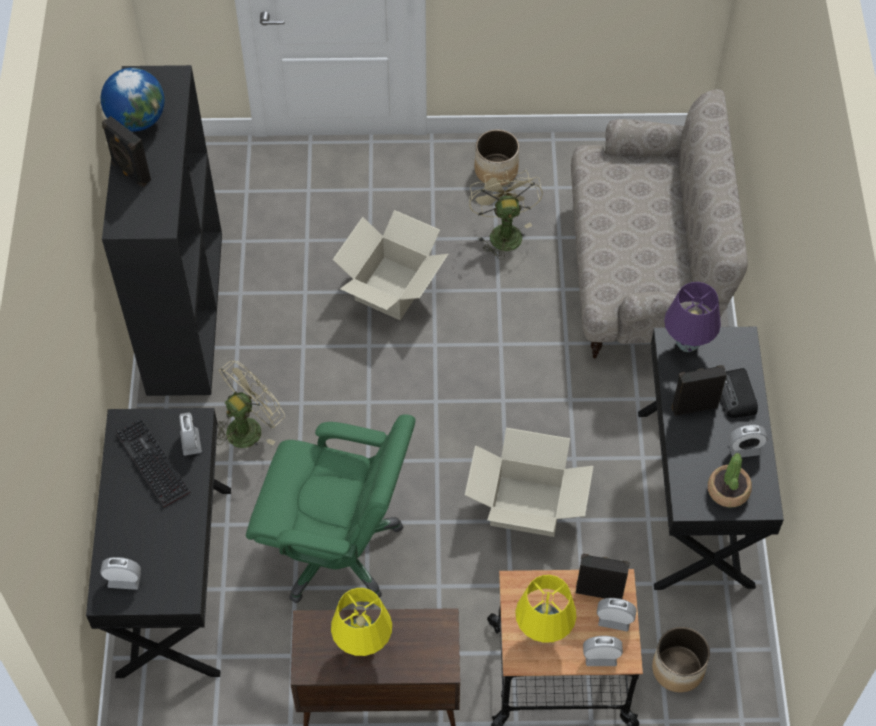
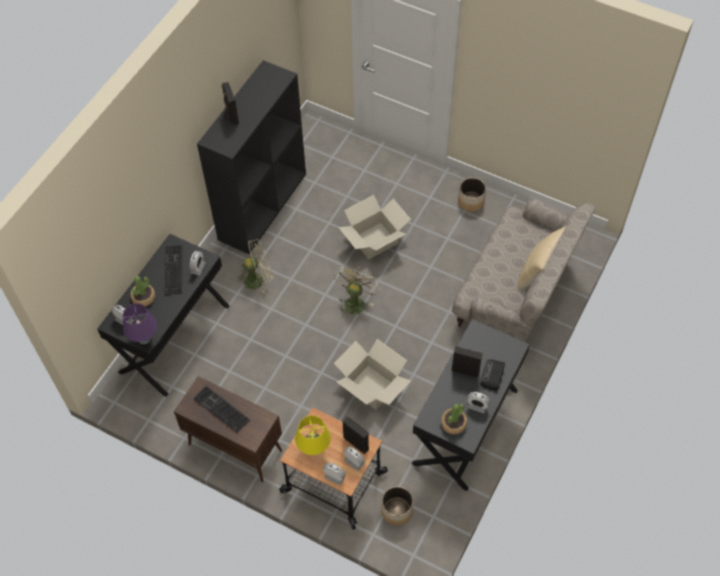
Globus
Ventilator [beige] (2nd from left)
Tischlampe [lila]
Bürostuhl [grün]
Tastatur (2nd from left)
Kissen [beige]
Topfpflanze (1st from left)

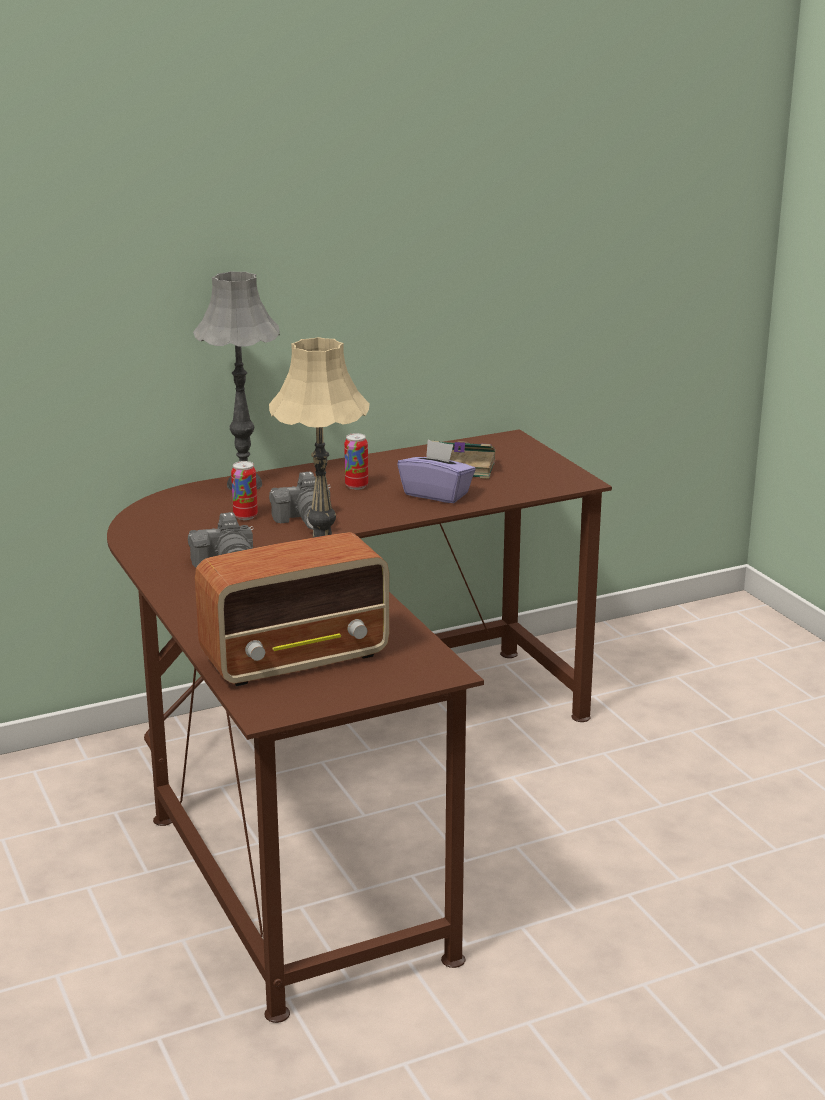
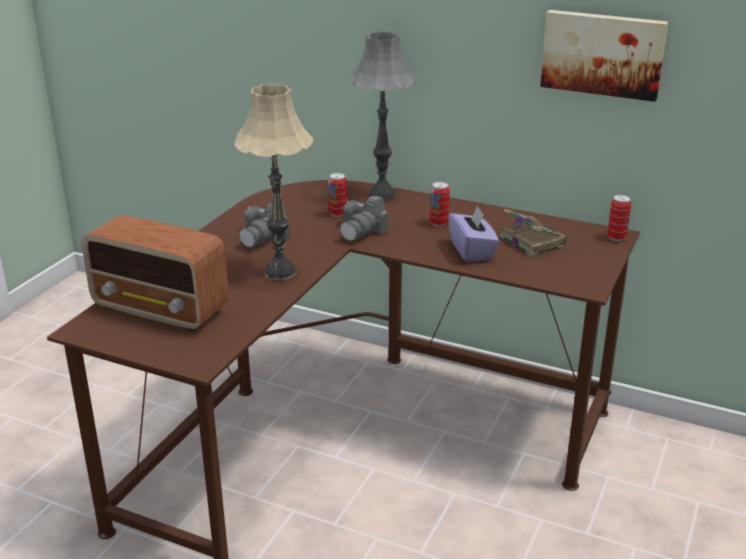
Bild
Dose (3rd from left)

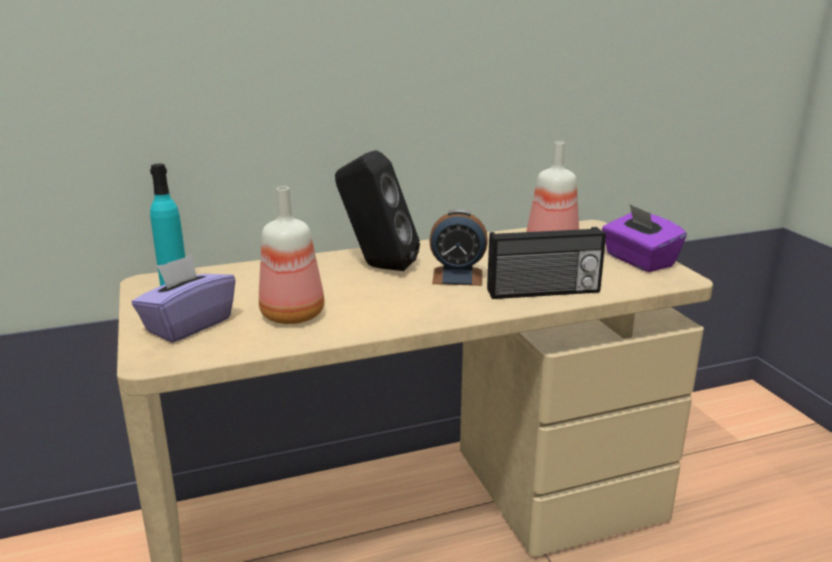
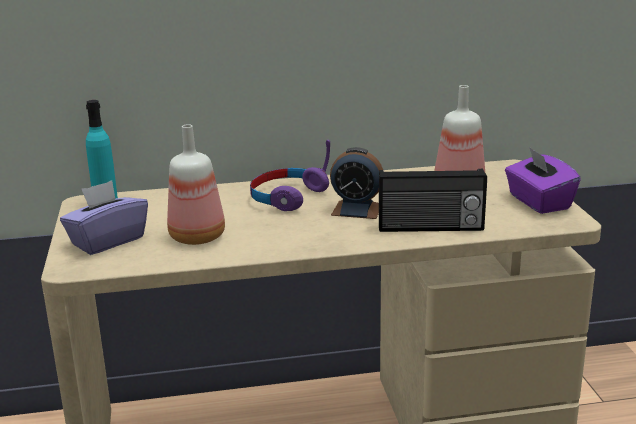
Kopfhörer [lila]

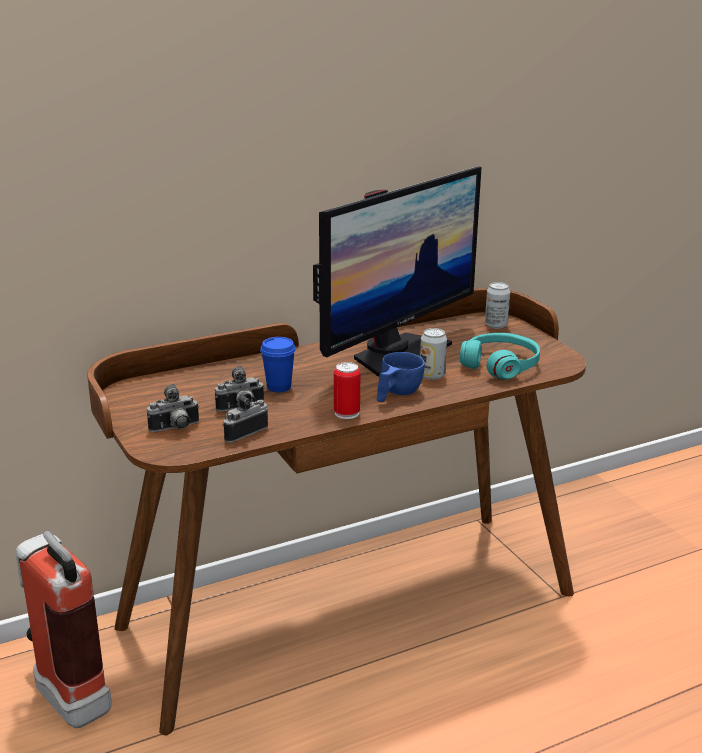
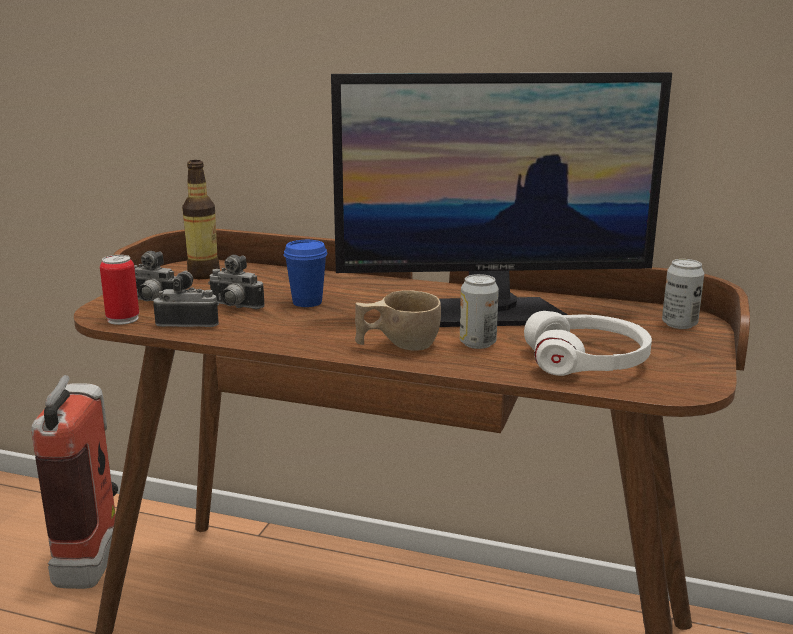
Kopfhörer [weiß]
Tasse [beige]
Dose (1st from left)
Flasche

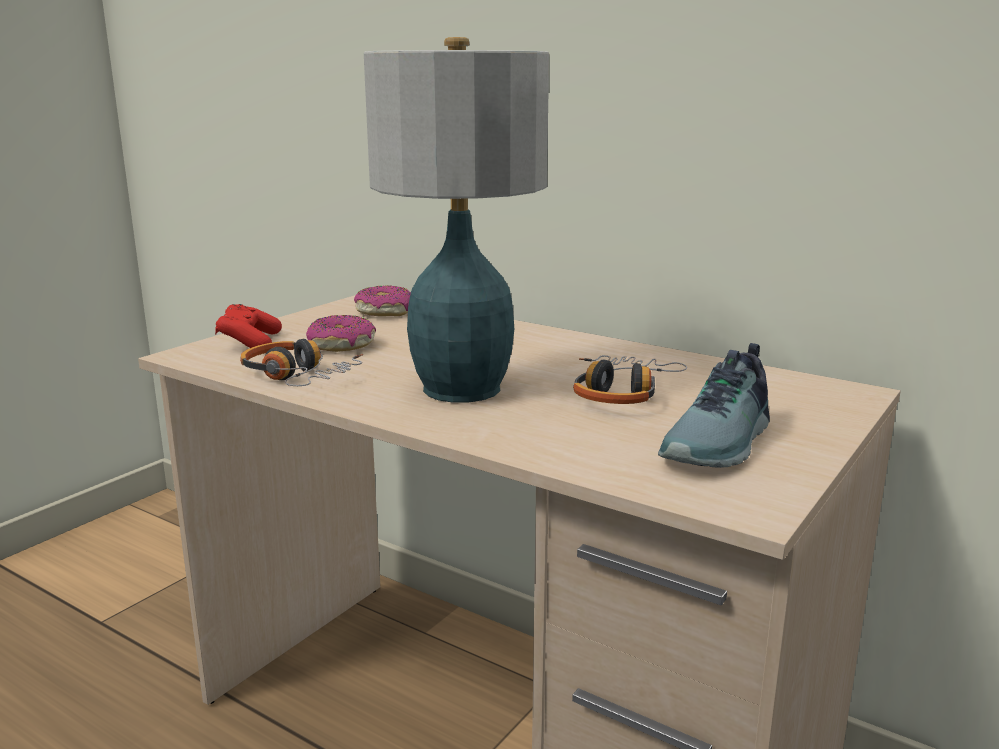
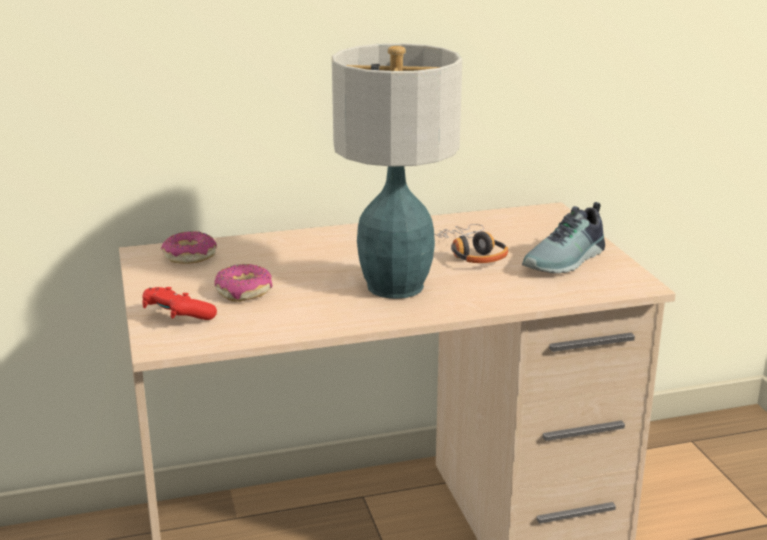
Kopfhörer (1st from left in the first image)
Schuh

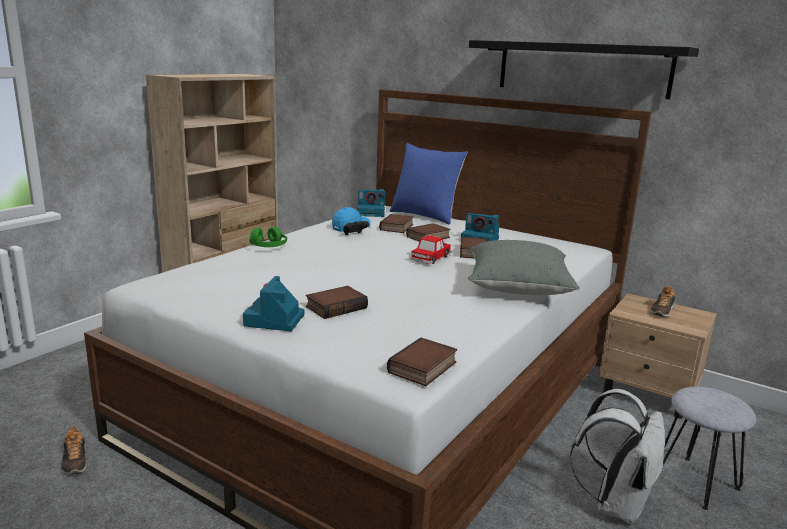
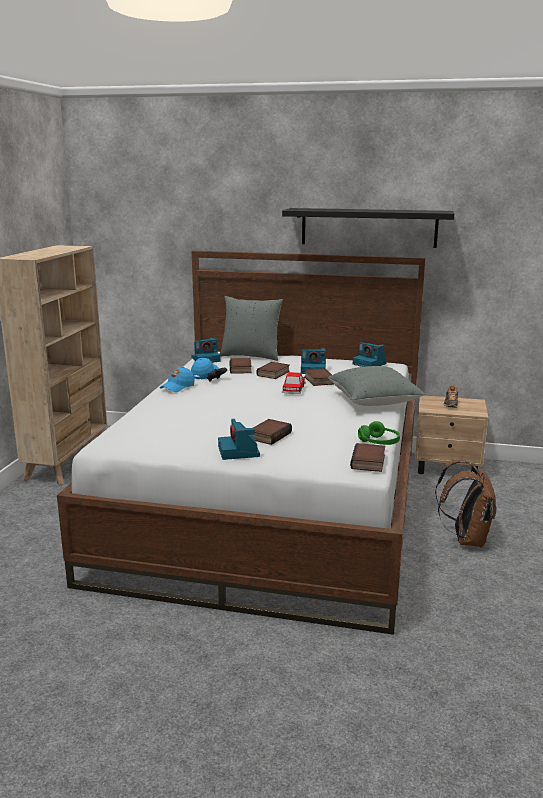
Kissen [grau] (1st from left)
Kopfhörer [grün]
Hocker [grau]
Rucksack [braun]
Schuh (1st from left in the first image)
Kamera (4th from left)
Kappe [blau] (1st from left)

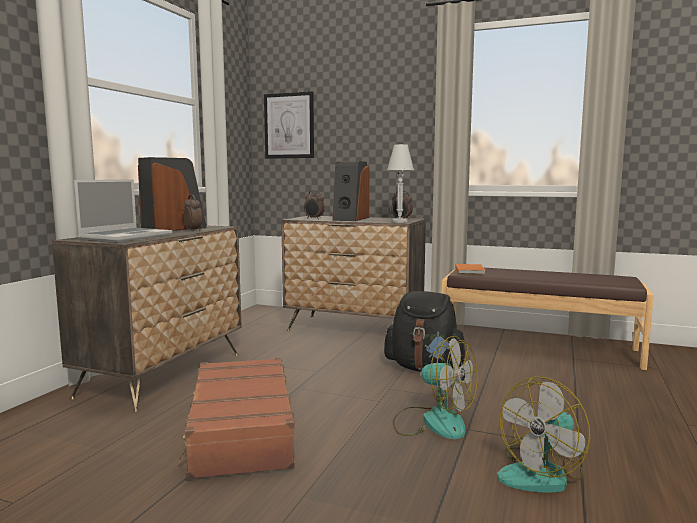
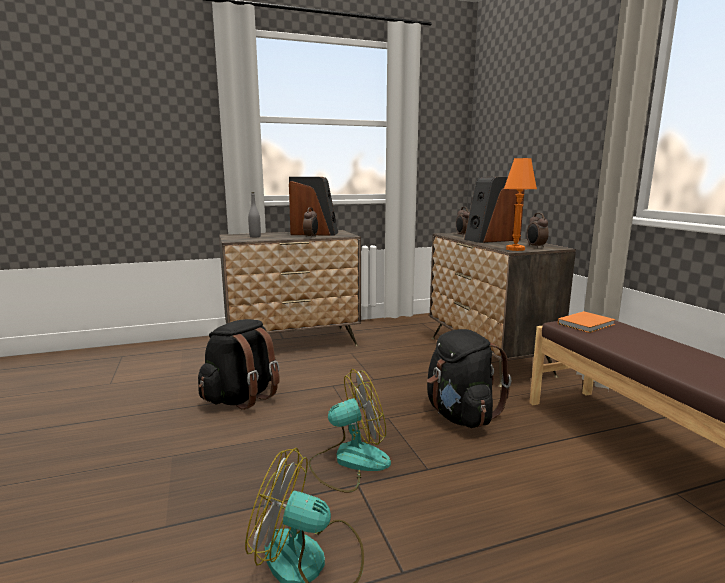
Bild
Tischlampe [orange]
Flasche [grau]
Ventilator (2nd from left)
Rucksack [schwarz] (1st from left)

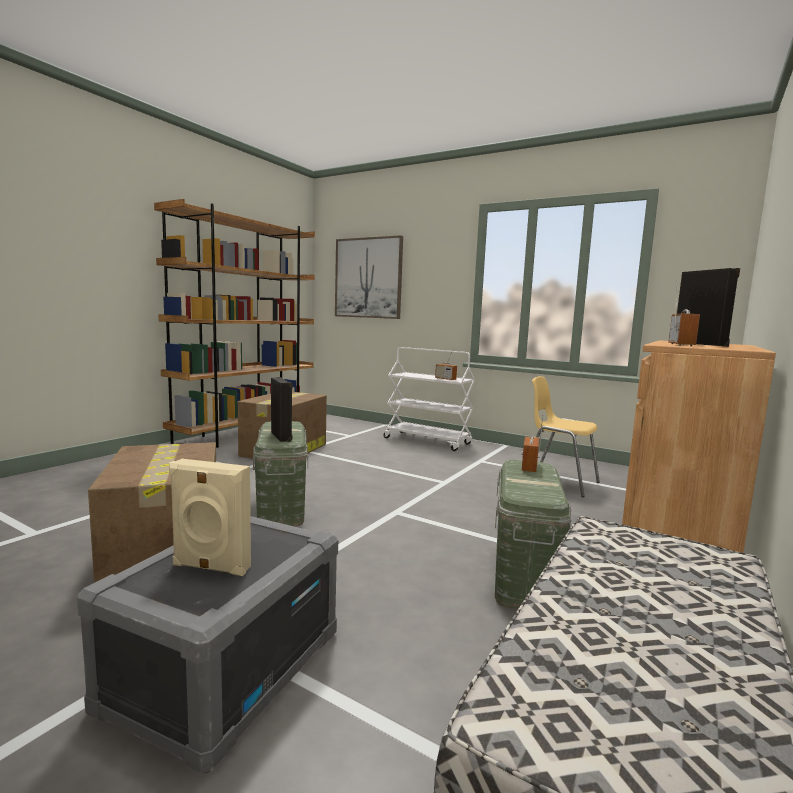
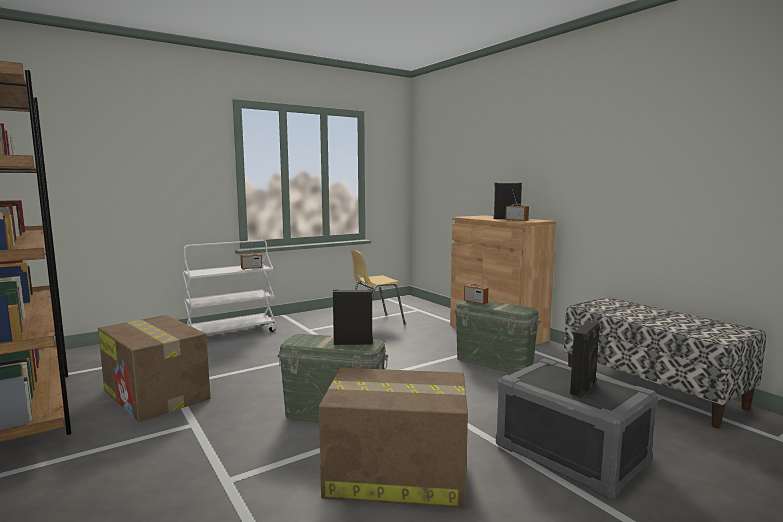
Bild
Lautsprecher [schwarz] (3rd from left)

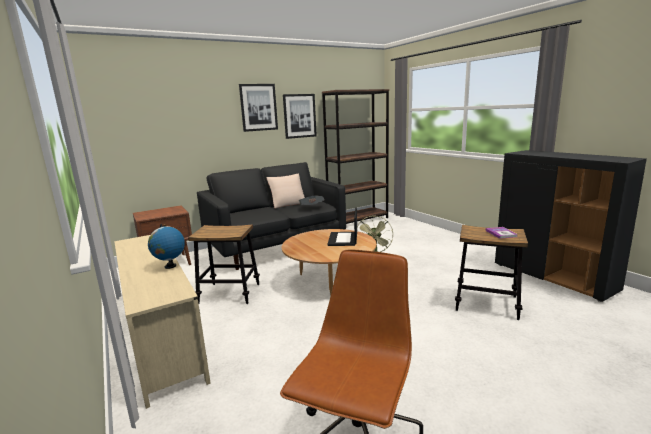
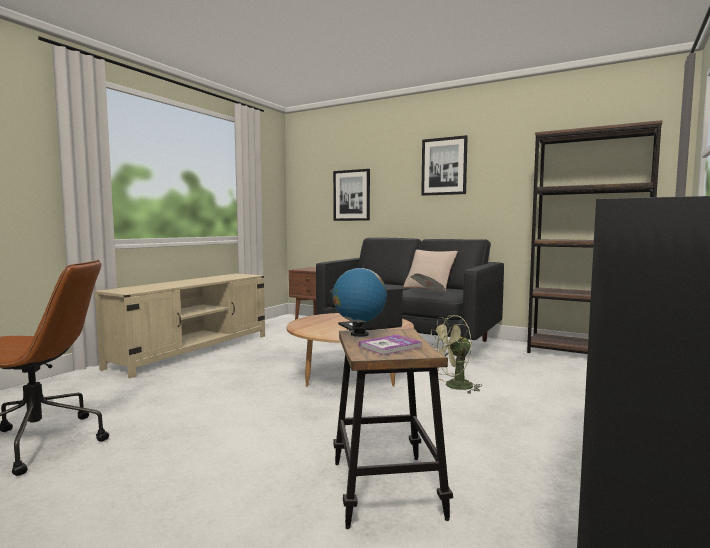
Bild (1st from left)
Globus
Hocker (1st from left in the first image)

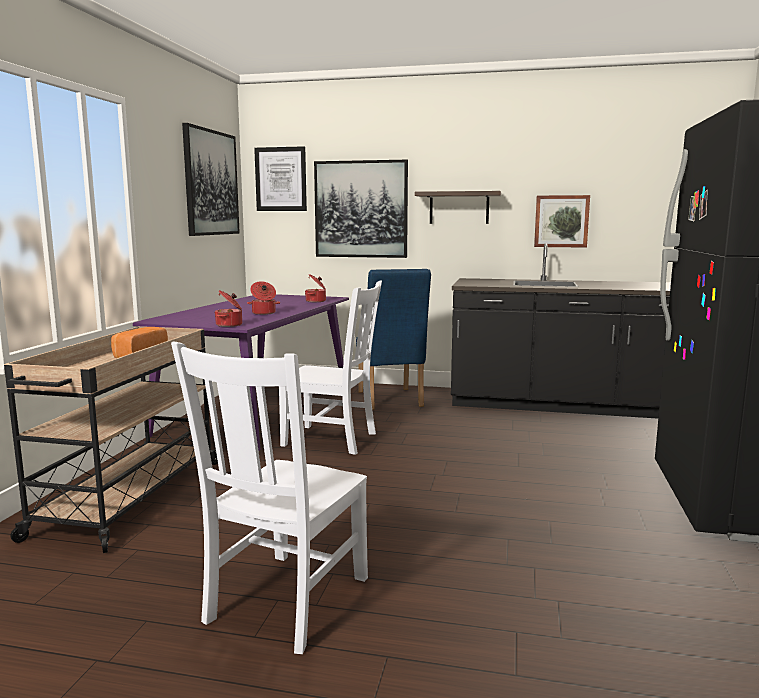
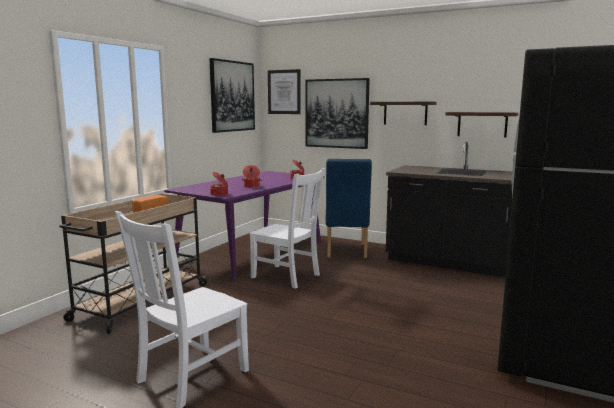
Wandregal (2nd from left)

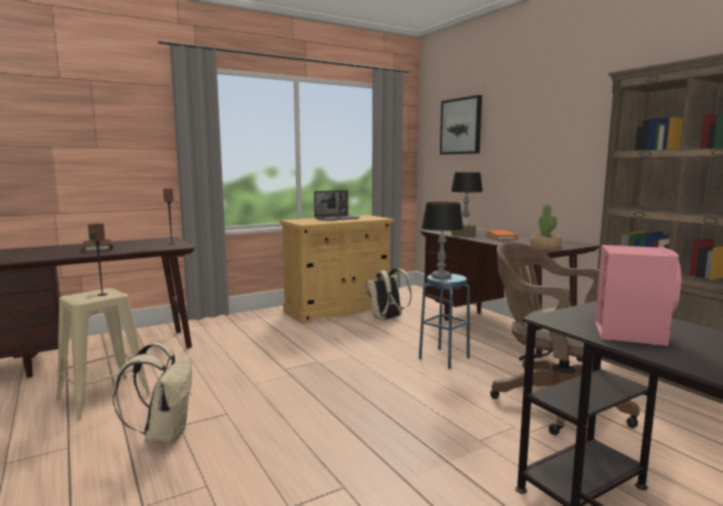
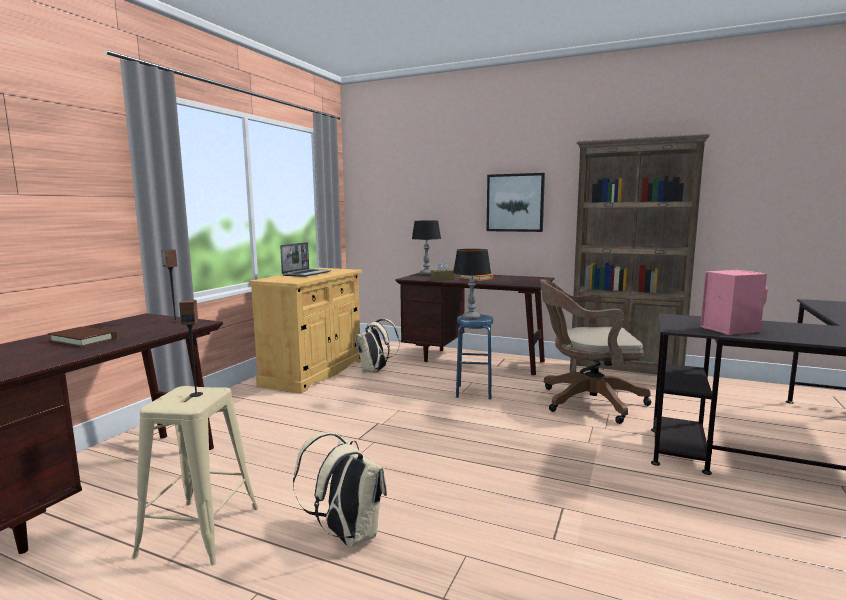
Bild
Topfpflanze

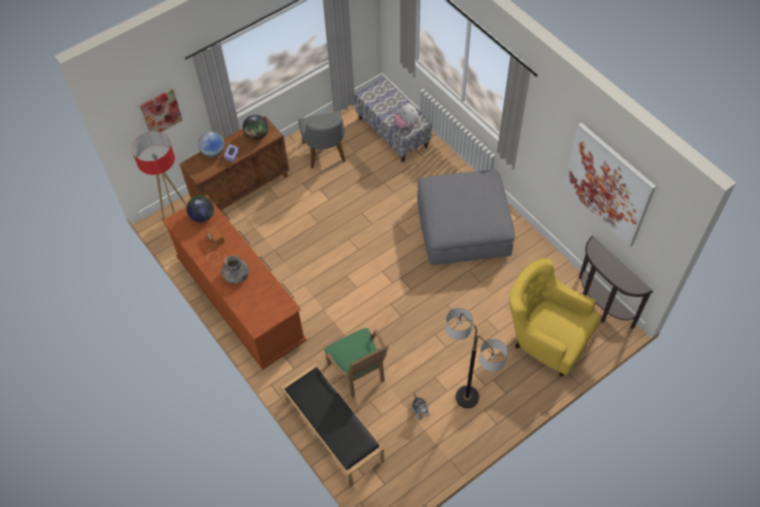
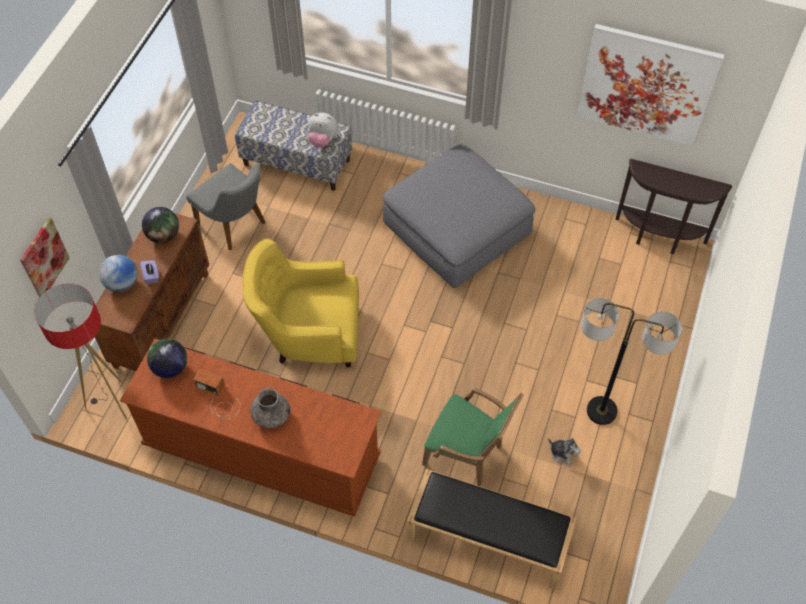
Sessel [gelb]

